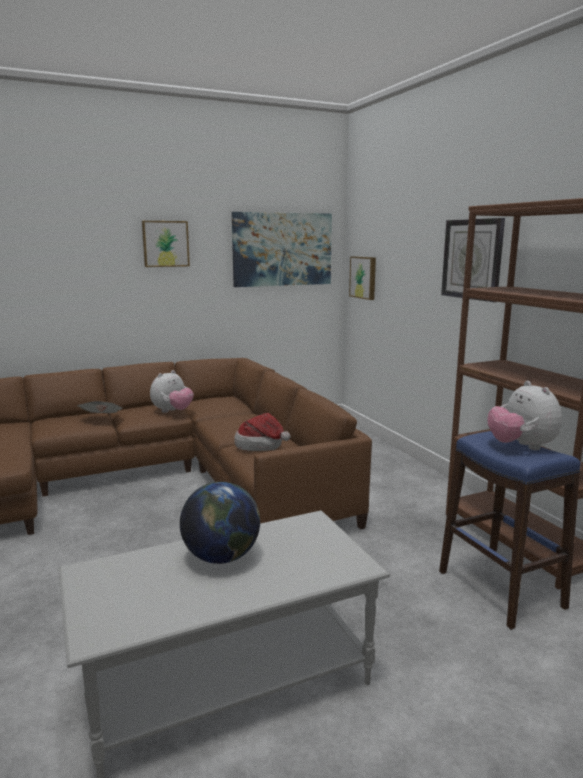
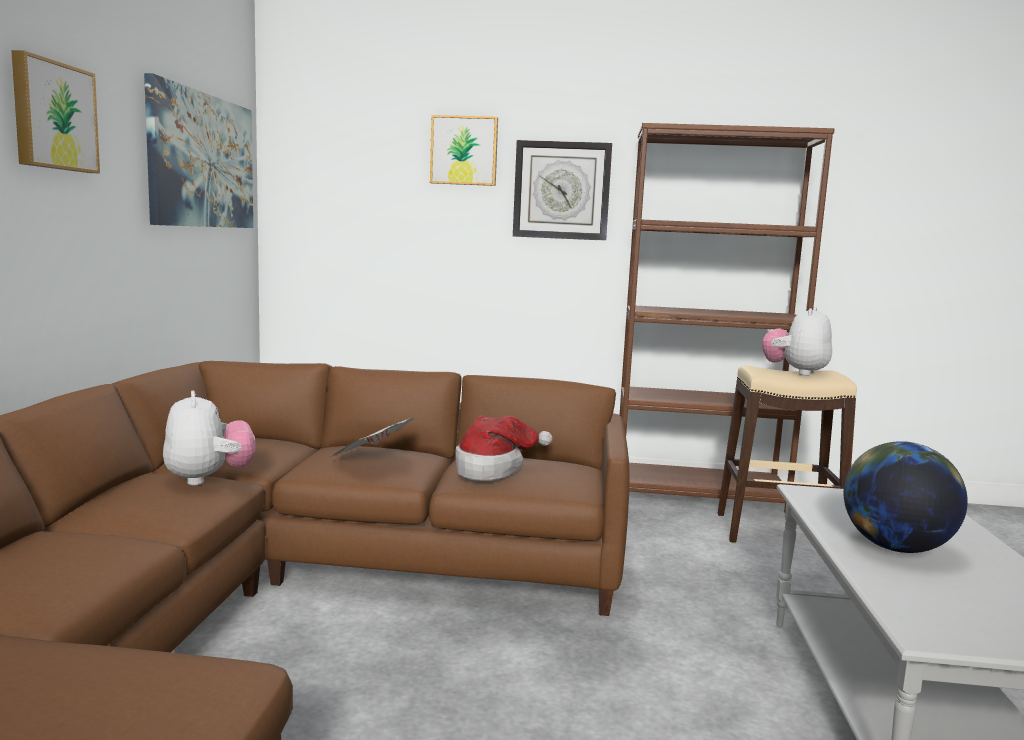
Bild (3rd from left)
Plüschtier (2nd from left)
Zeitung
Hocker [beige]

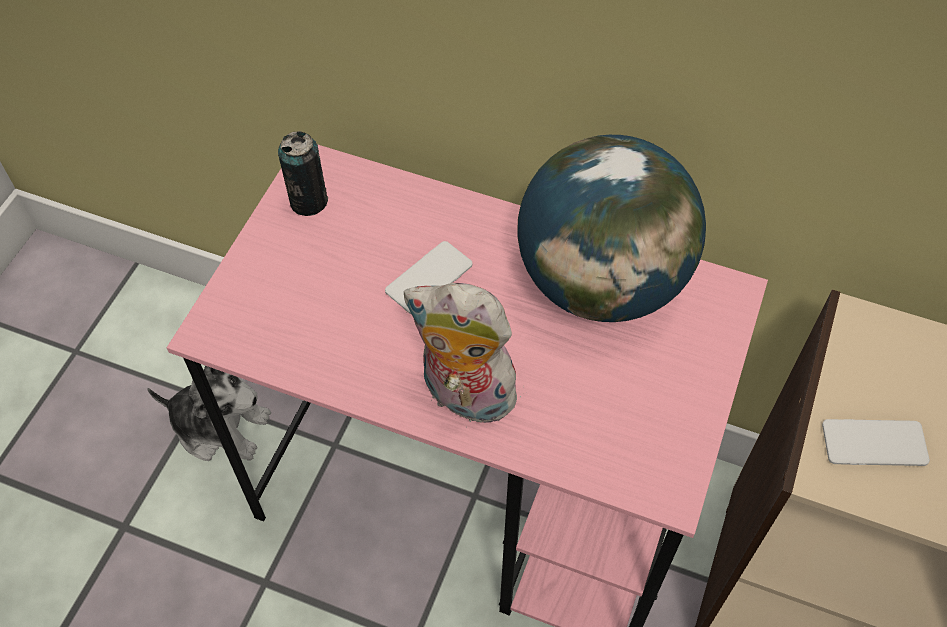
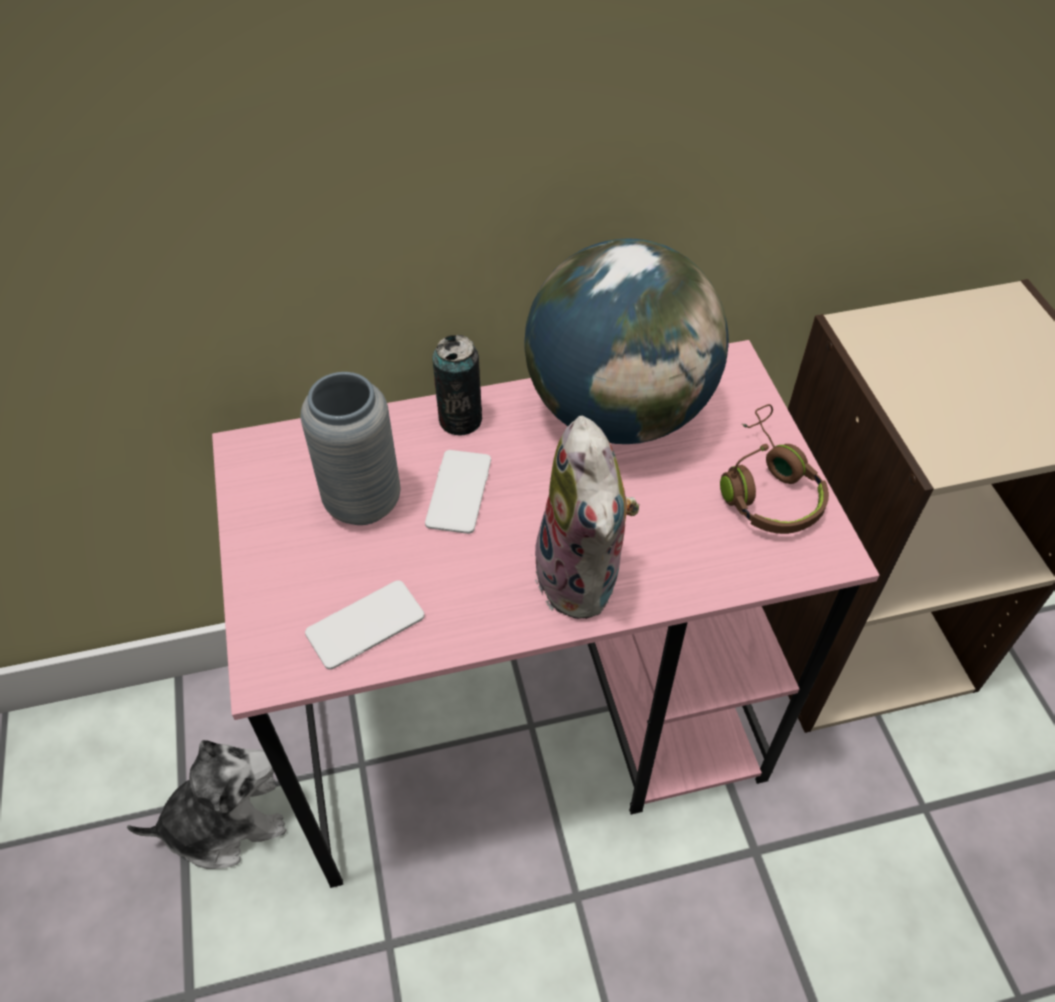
Dose
Plüschtier (2nd from left)
Handy (1st from left)
Vase [grau]
Kopfhörer [braun]

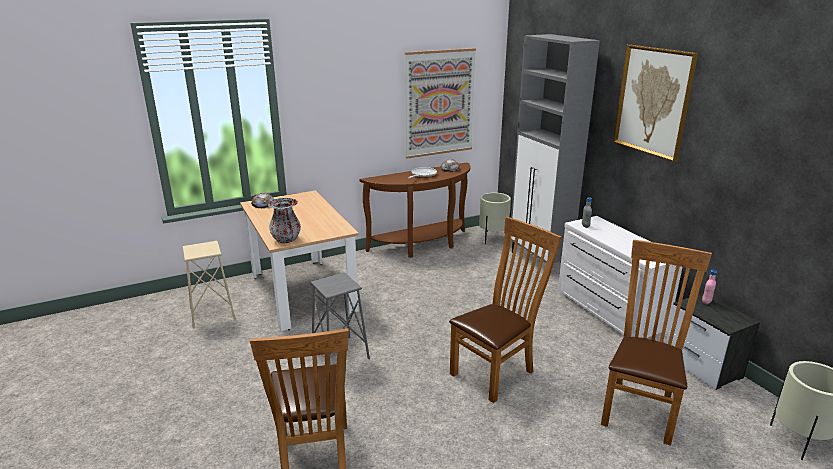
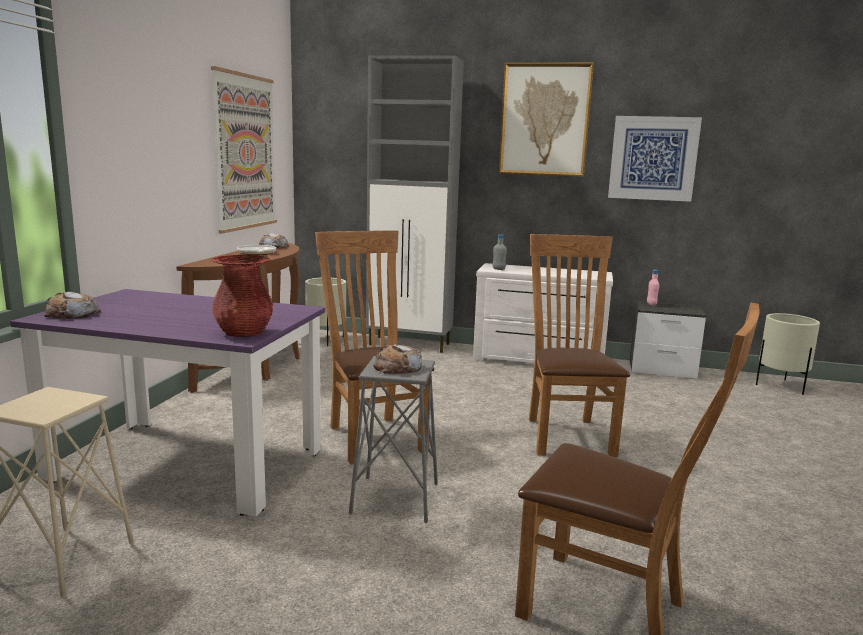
Esstisch [lila]
Vase [rot]
Stuhl [braun] (1st from left)
Bild (3rd from left)
Brot (3rd from left)

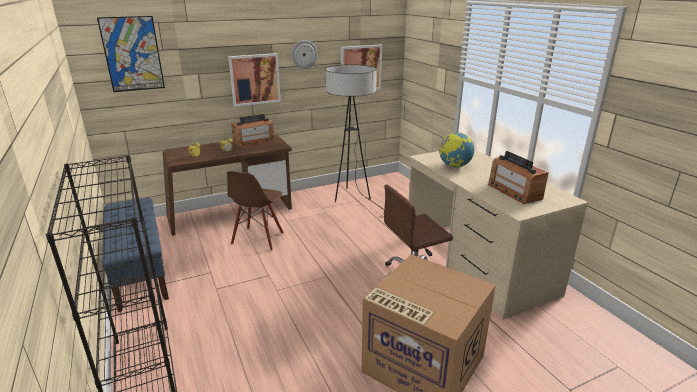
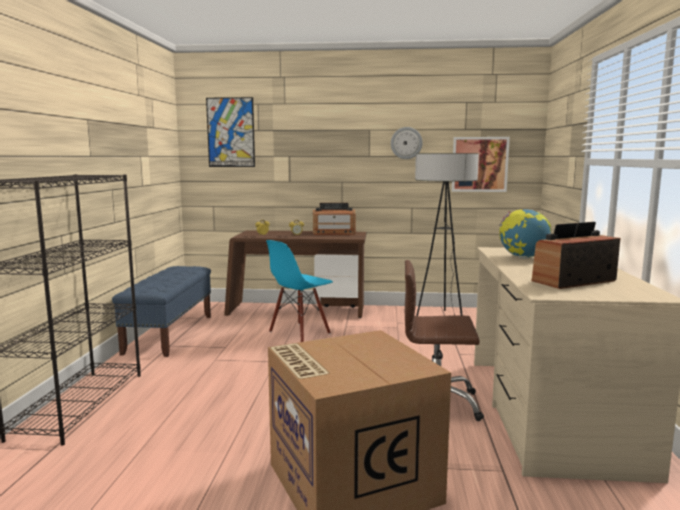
Bild (2nd from left in the first image)
Radio (2nd from left)
Stuhl [blau]

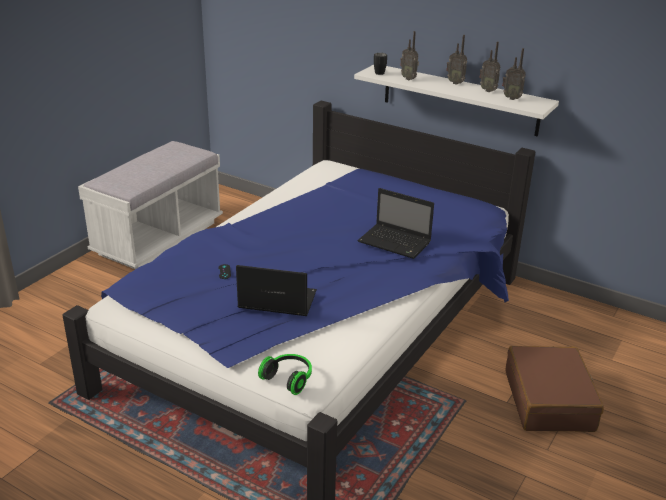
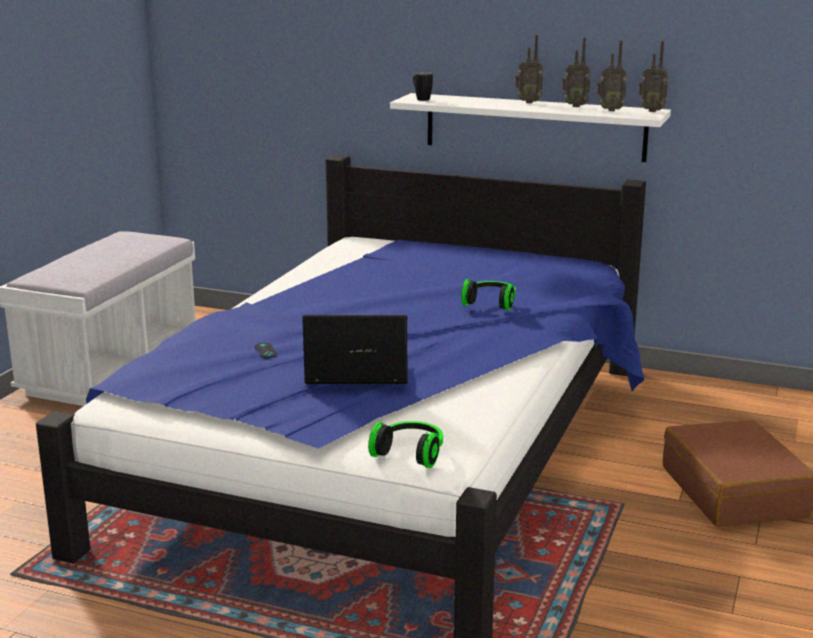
Radio (4th from left)
Kopfhörer (2nd from left)

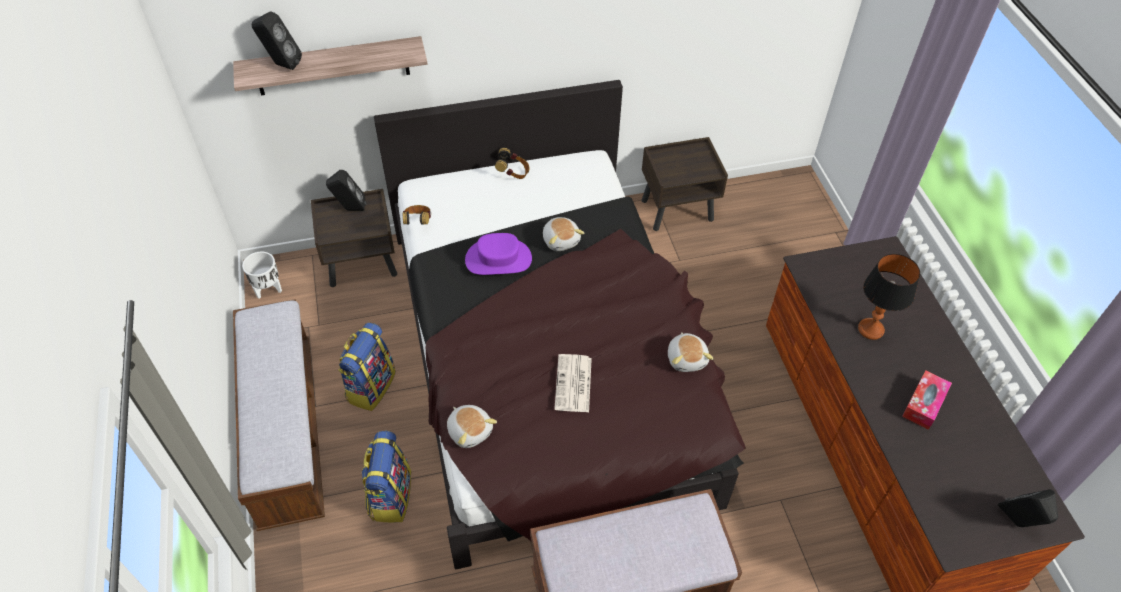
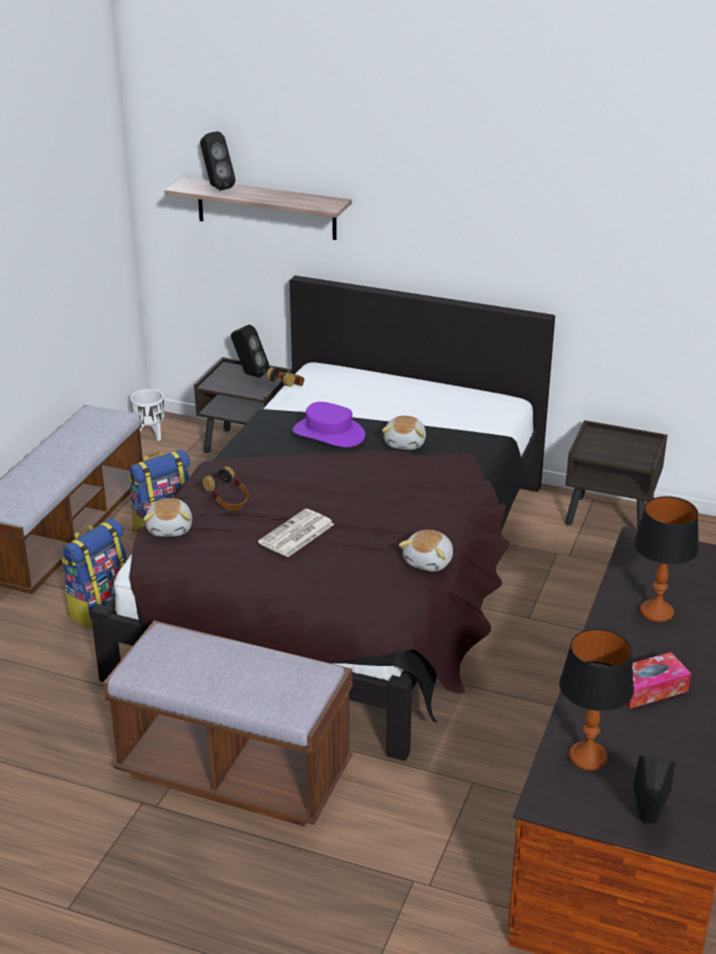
Kopfhörer (1st from left)
Tischlampe (1st from left)

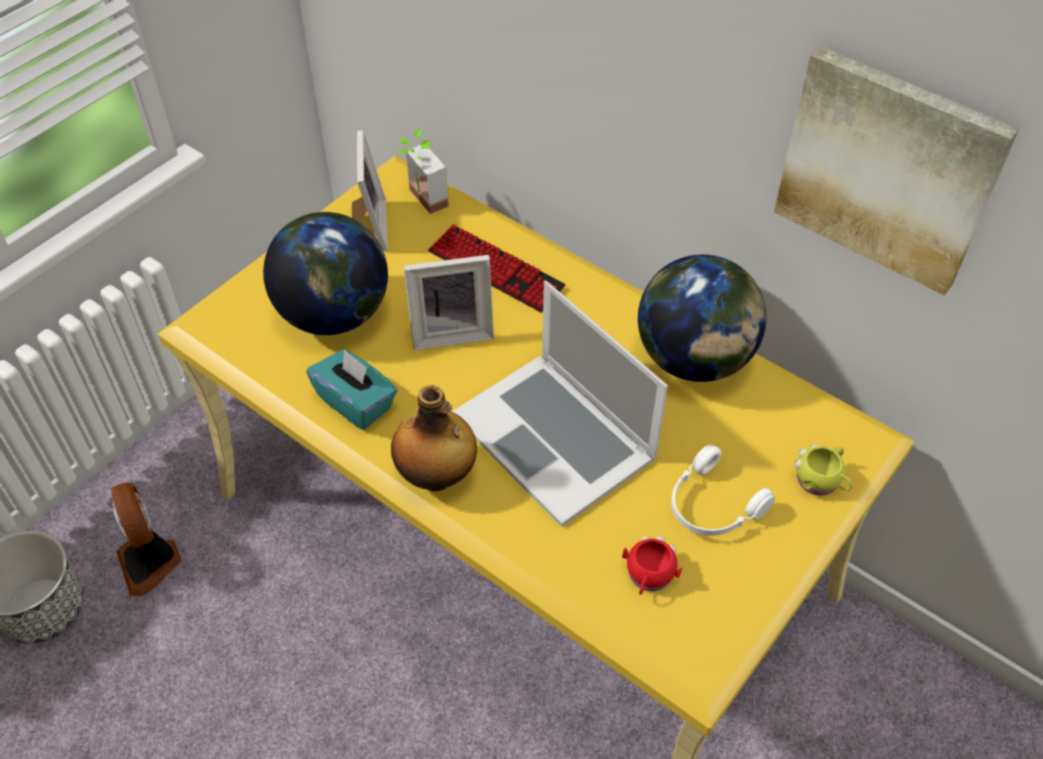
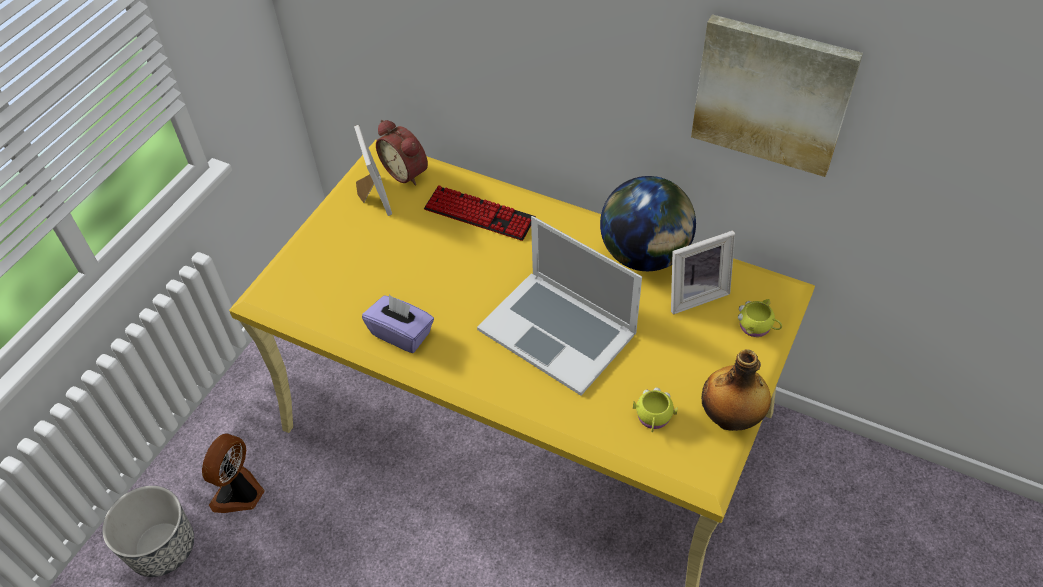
Wecker
Globus (1st from left in the first image)
Bilderrahmen (2nd from left)
Taschentuchbox [lila]
Flasche
Kopfhörer [weiß]
Ventilator
Henkelbecher [gelb] (1st from left)

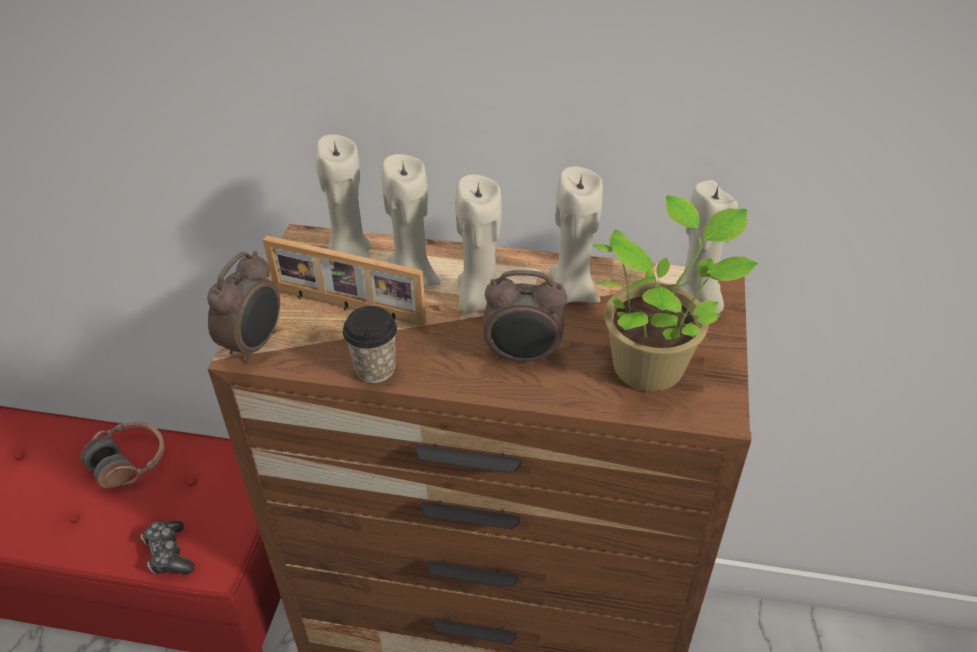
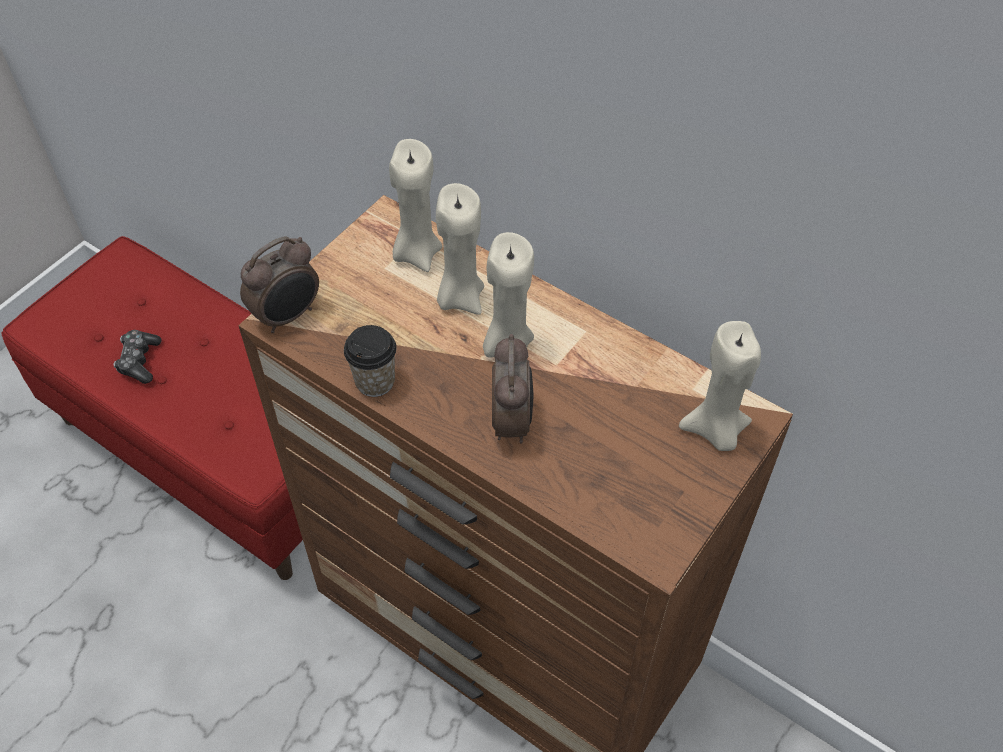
Kerze [beige] (4th from left in the first image)
Topfpflanze
Bilderrahmen
Wecker (2nd from left)
Kopfhörer
Gamepad

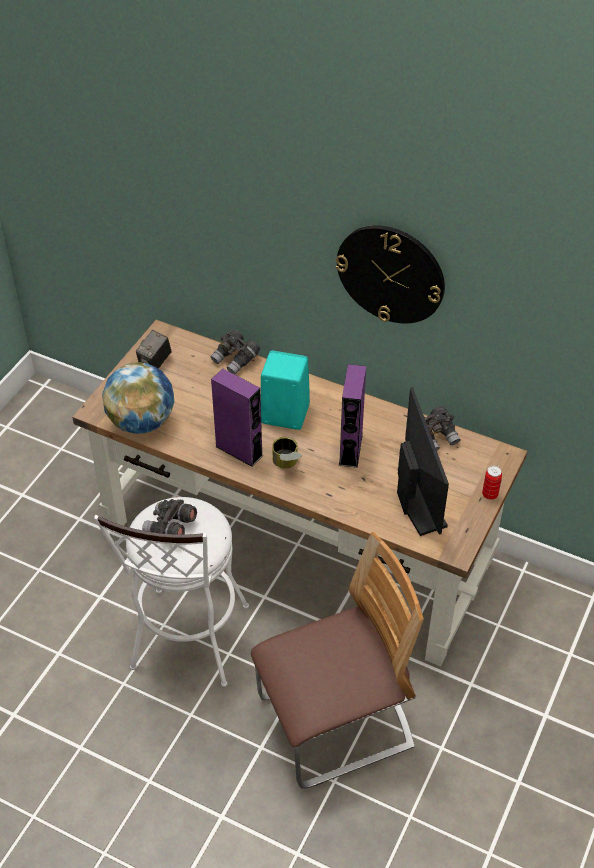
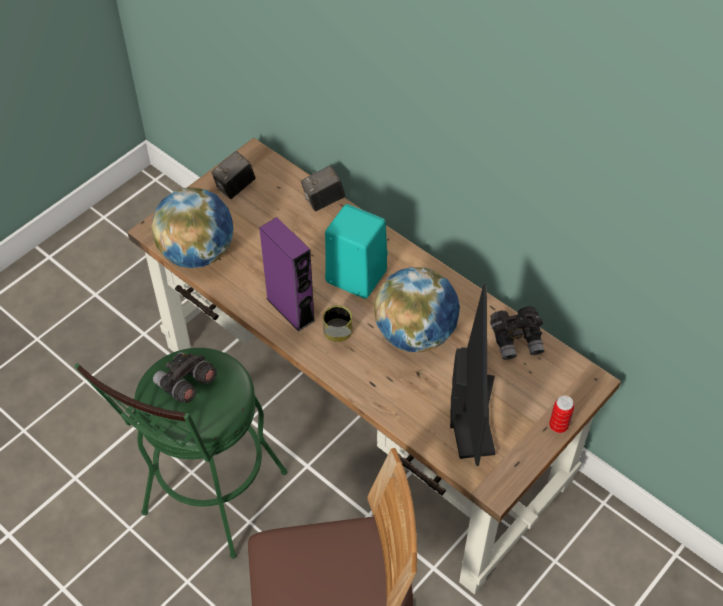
Wanduhr
Kamera (2nd from left)
Globus (2nd from left)
Hocker [grün]

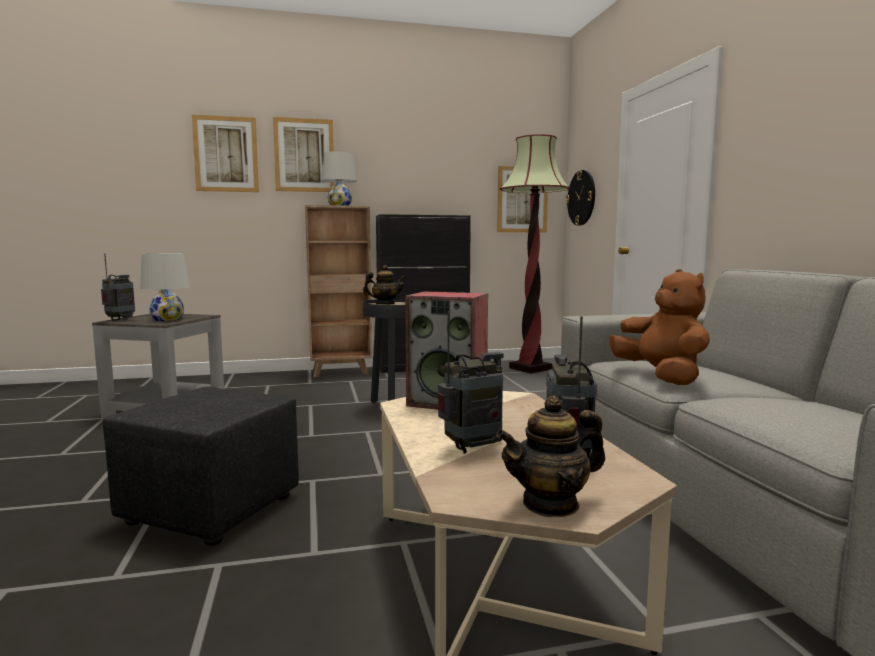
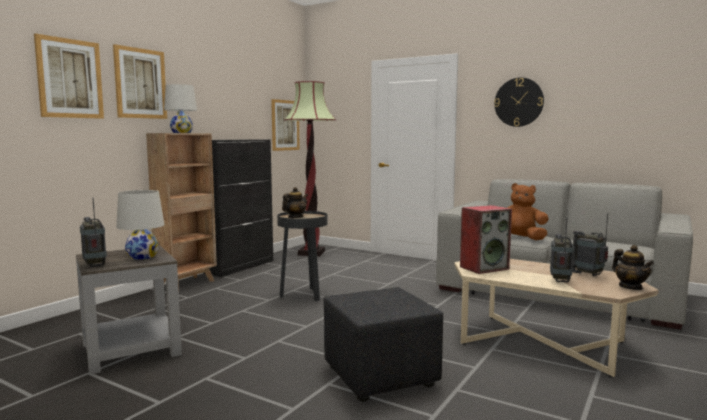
Wanduhr
Teekanne (2nd from left)

